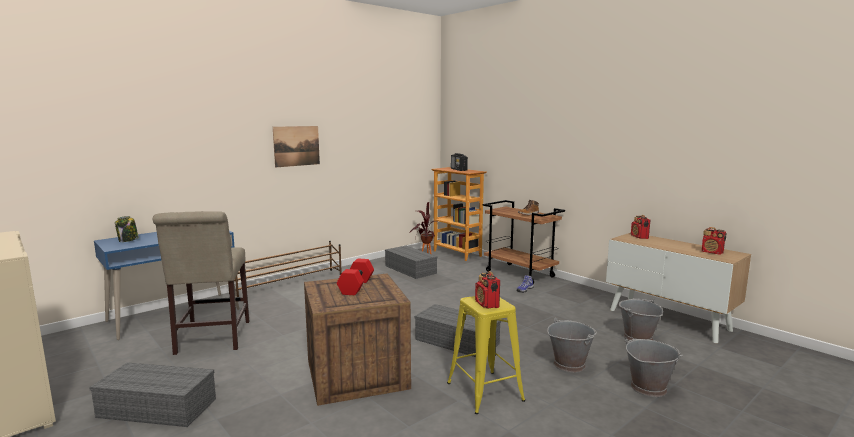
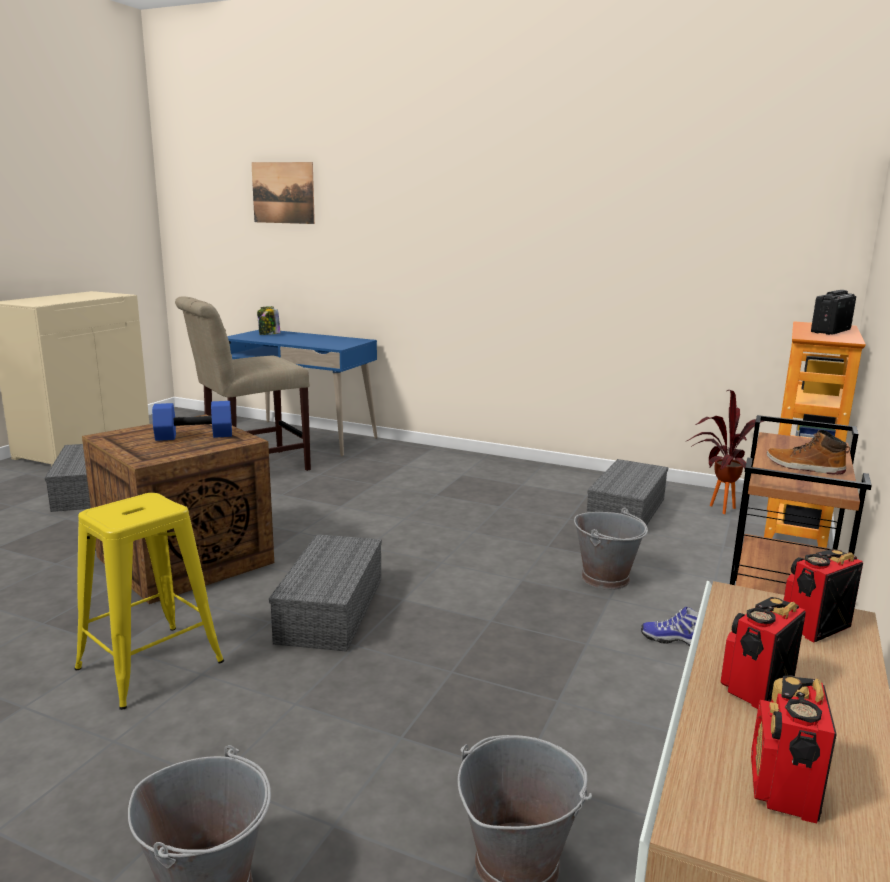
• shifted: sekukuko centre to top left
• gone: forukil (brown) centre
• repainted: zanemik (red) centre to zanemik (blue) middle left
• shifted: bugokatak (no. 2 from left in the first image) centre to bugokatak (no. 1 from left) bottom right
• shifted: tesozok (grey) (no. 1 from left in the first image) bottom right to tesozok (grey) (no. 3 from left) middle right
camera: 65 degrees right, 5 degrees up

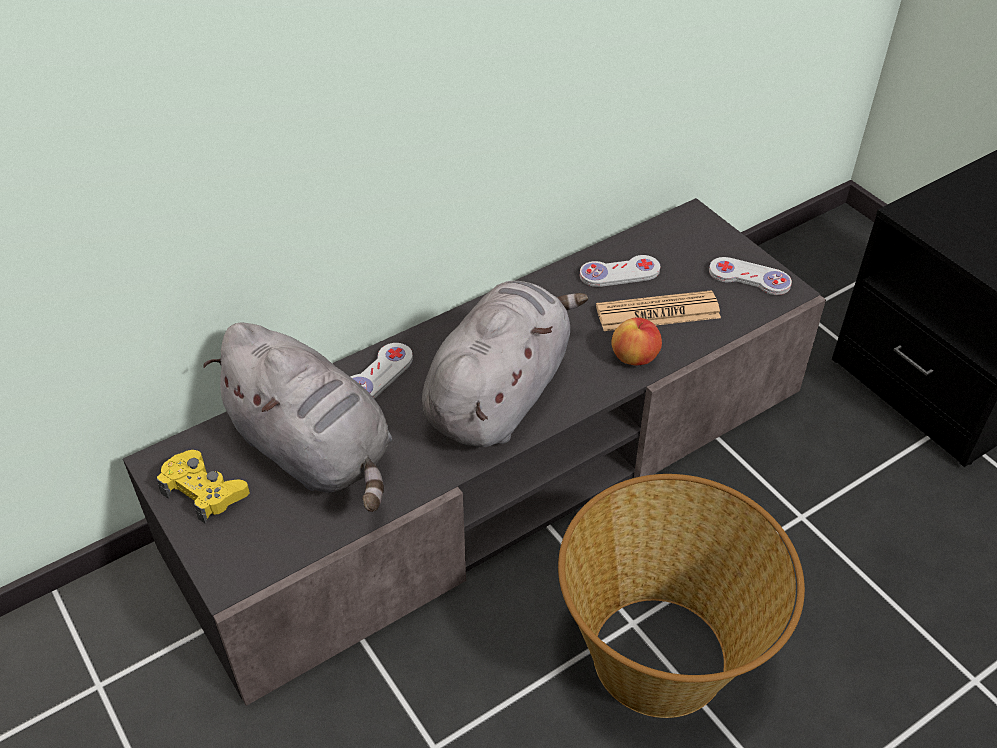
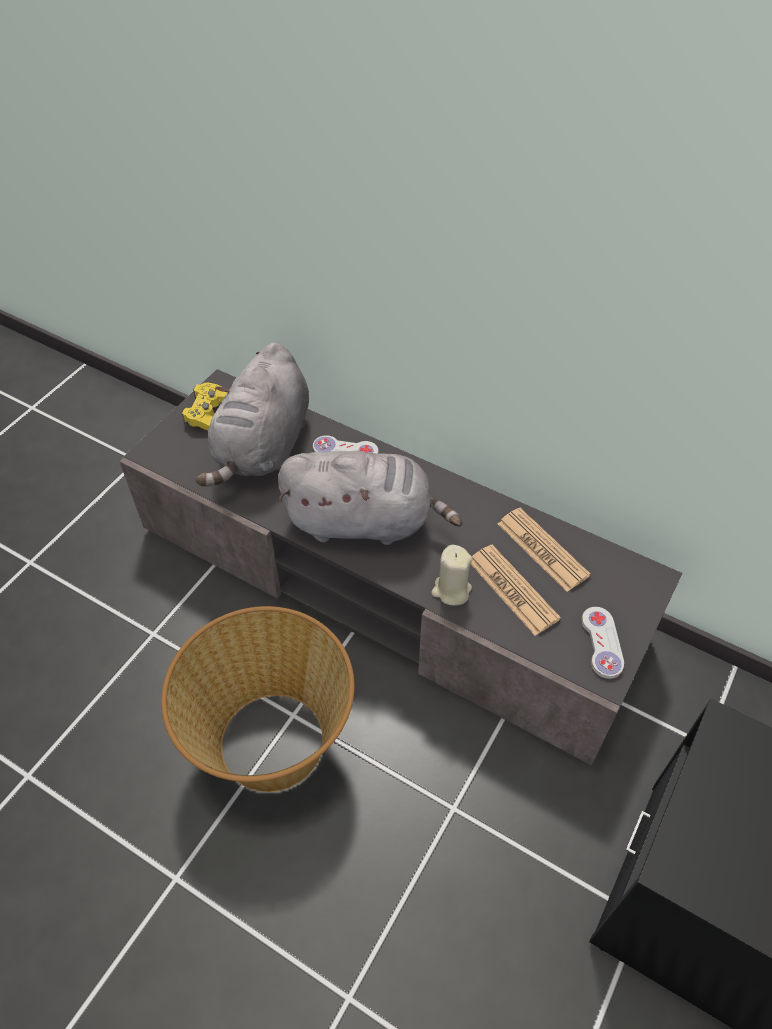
• swapped: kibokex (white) (no. 2 from left) centre to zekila (no. 2 from left) middle right
• swapped: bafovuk centre to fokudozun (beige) centre
camera: 65 degrees right, 5 degrees up

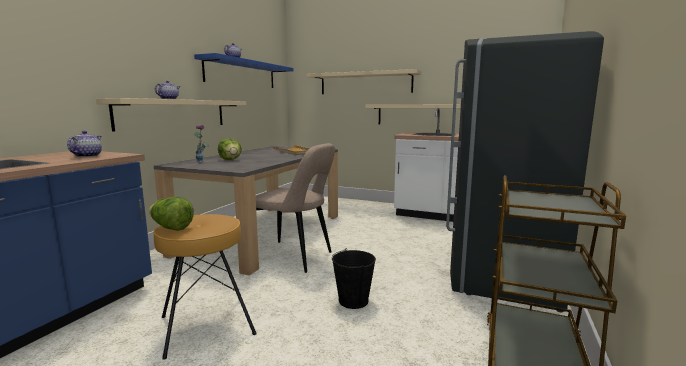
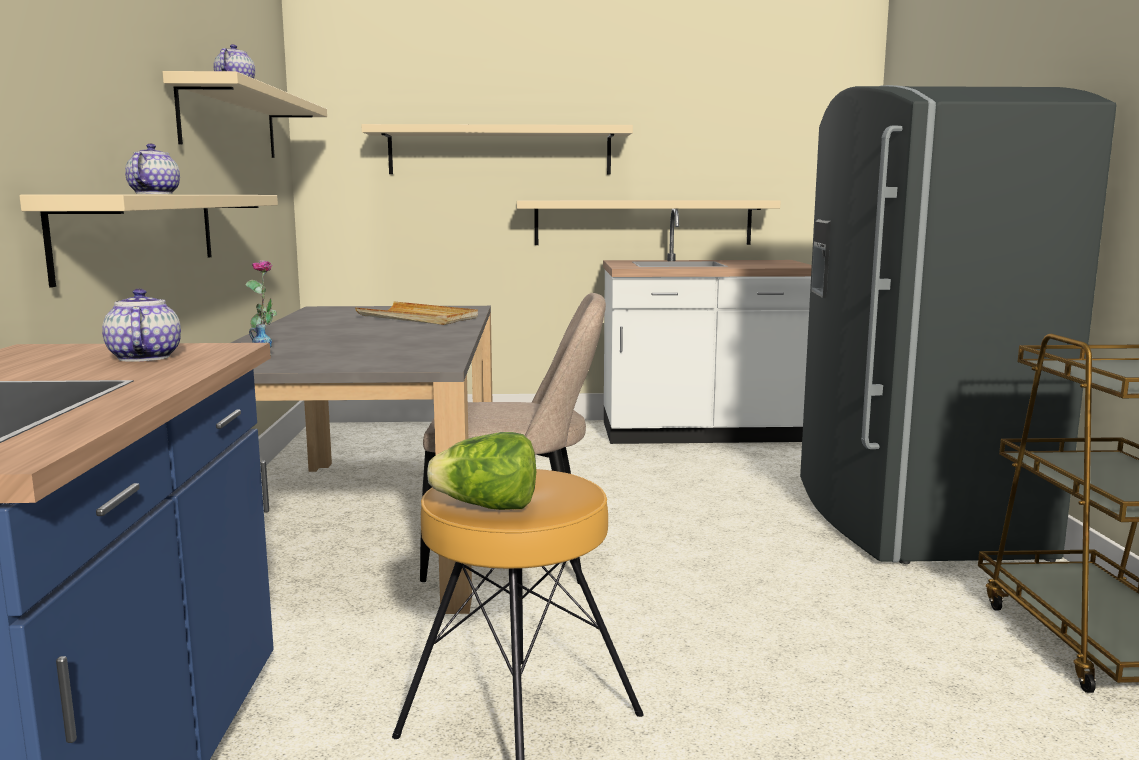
• repainted: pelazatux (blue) top centre to pelazatux (beige) (no. 2 from left) top left
• gone: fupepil (no. 2 from left) centre
• gone: tesozok (black) bottom centre
camera: 25 degrees left, 0 degrees up

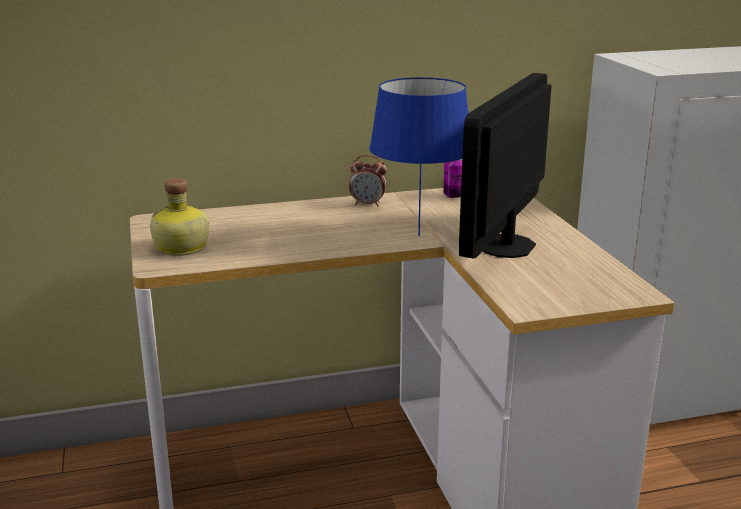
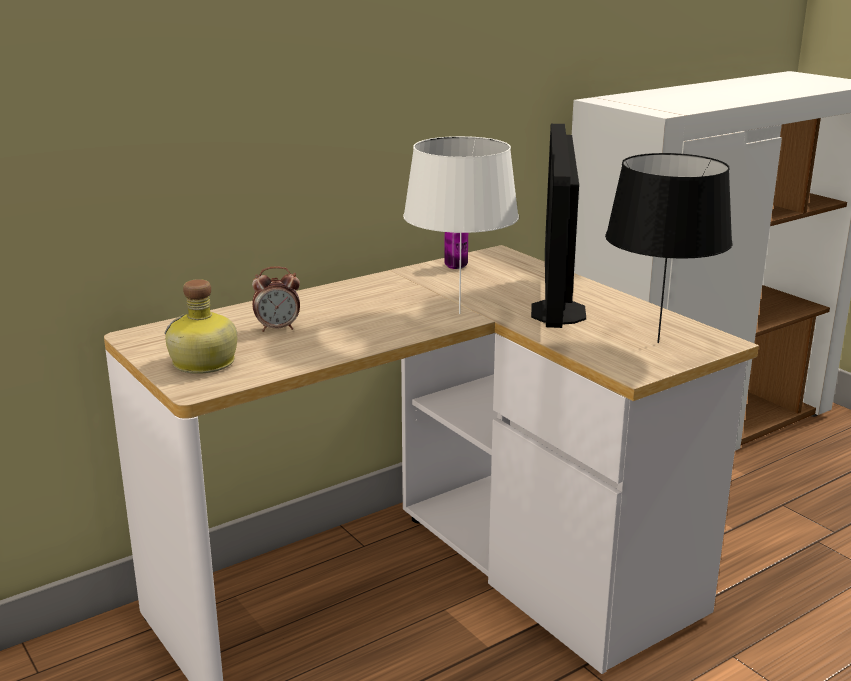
• repainted: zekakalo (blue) top centre to zekakalo (white) top centre
• shifted: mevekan centre to middle left
• new: zekakalo (black) middle right
camera: 20 degrees left, 0 degrees up

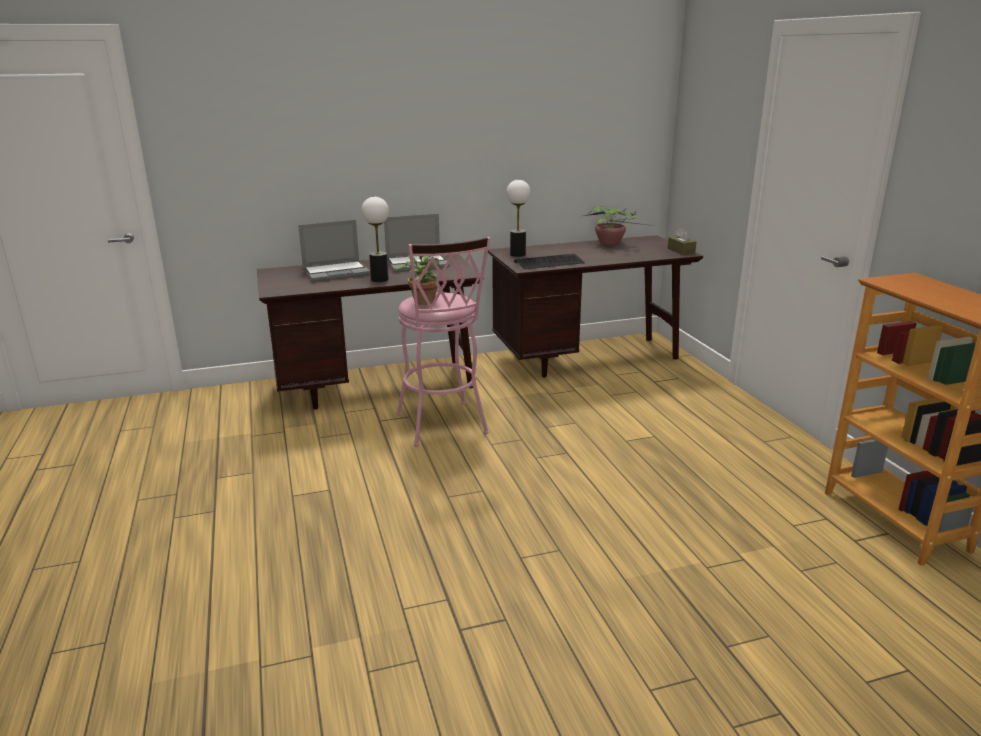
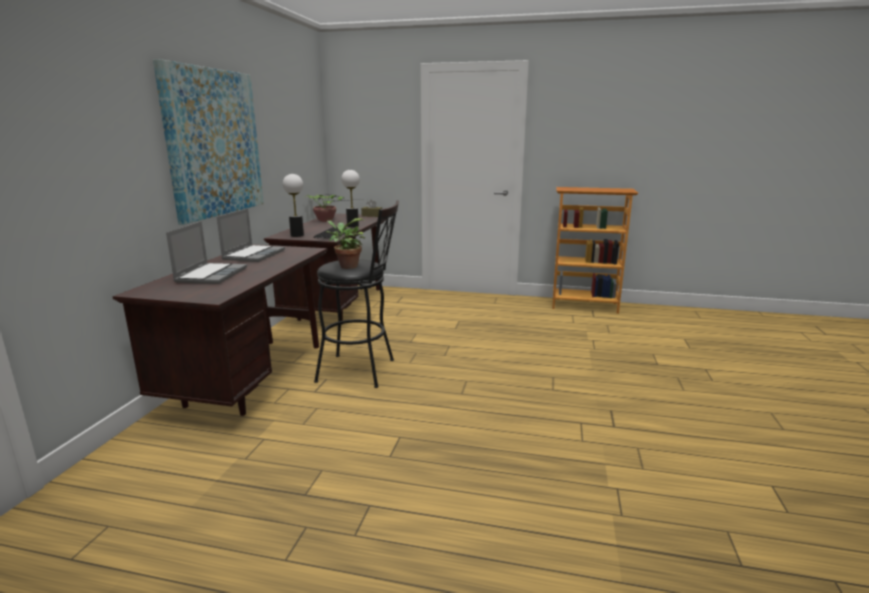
• shifted: zekakalo (no. 1 from left in the first image) top centre to zekakalo (no. 2 from left) centre
• repainted: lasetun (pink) centre to lasetun (black) centre
• new: sekukuko top left
camera: 60 degrees left, 5 degrees down

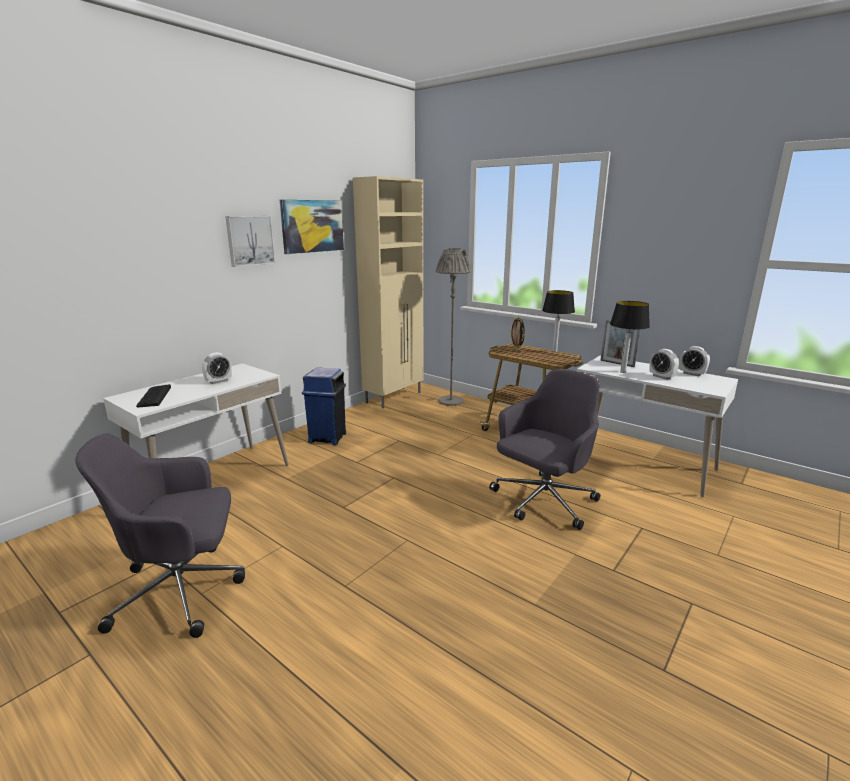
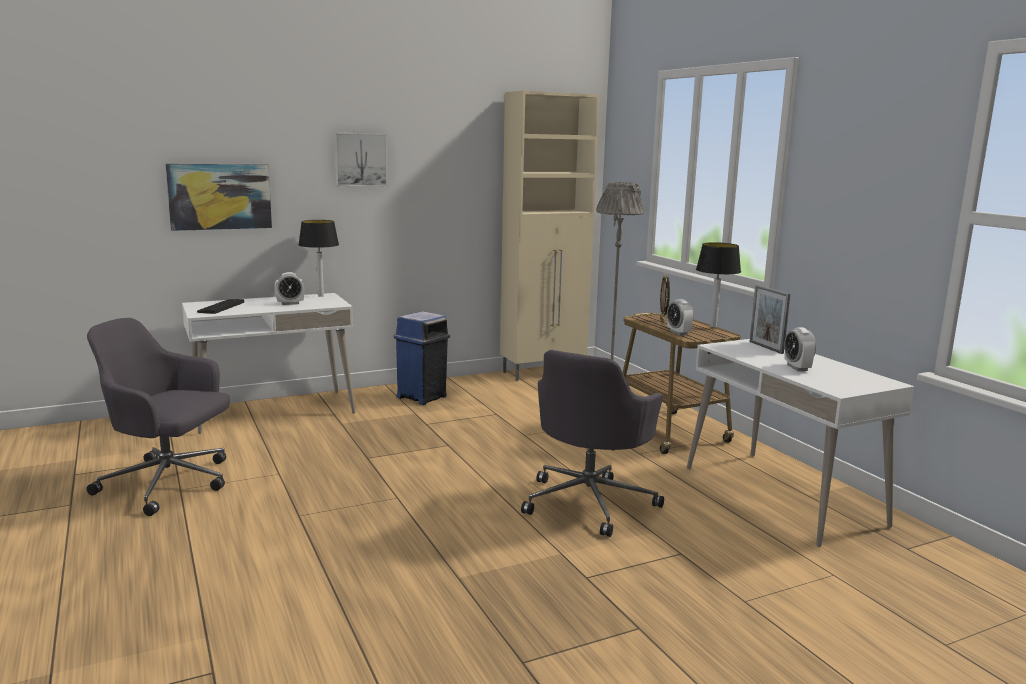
• shifted: sekukuko (no. 2 from left in the first image) top centre to sekukuko (no. 1 from left) top left
• shifted: zekakalo (no. 2 from left in the first image) middle right to zekakalo (no. 1 from left) middle left
• shifted: mevekan (no. 3 from left in the first image) middle right to mevekan (no. 2 from left) centre
• rotated: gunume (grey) (no. 2 from left) centre = centre 135 degrees clockwise
camera: 25 degrees right, 5 degrees down

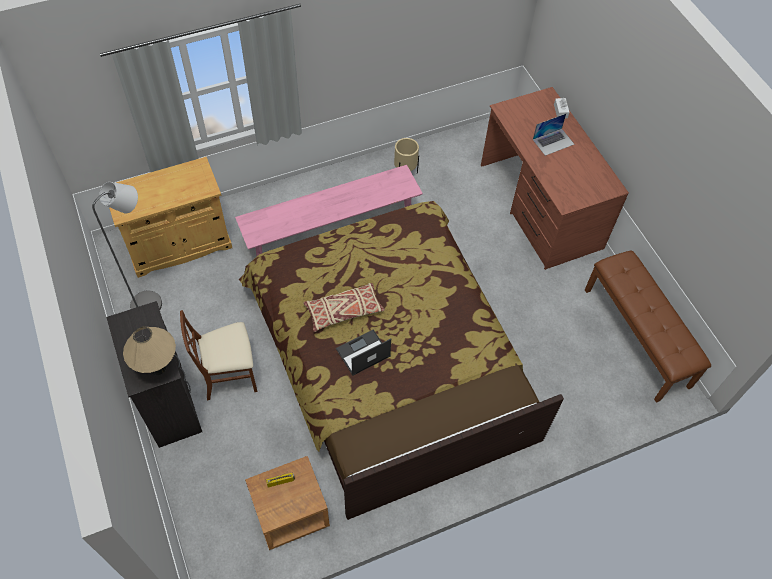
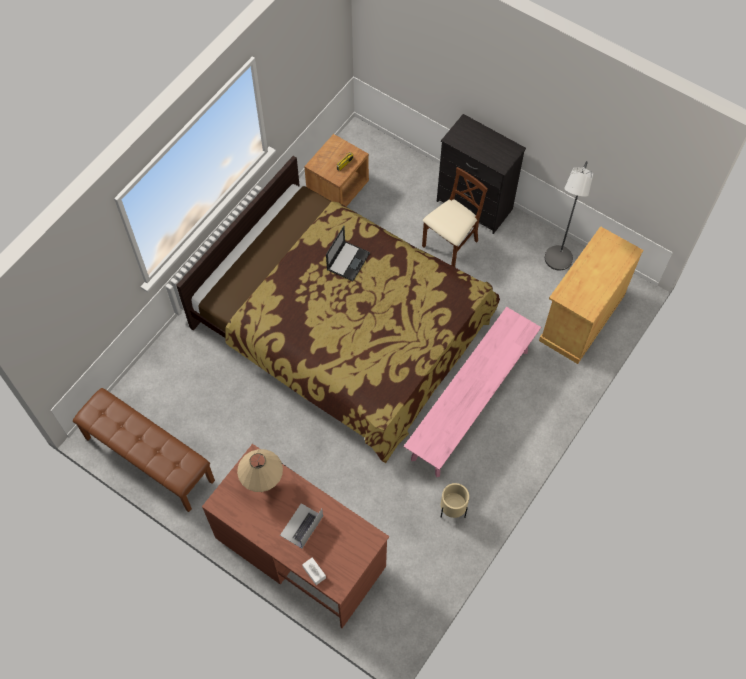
• gone: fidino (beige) centre
• shifted: zekakalo (beige) middle left to bottom centre
camera: 150 degrees right, 5 degrees up

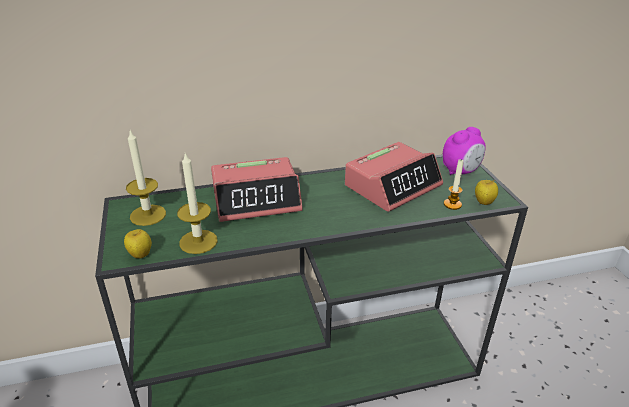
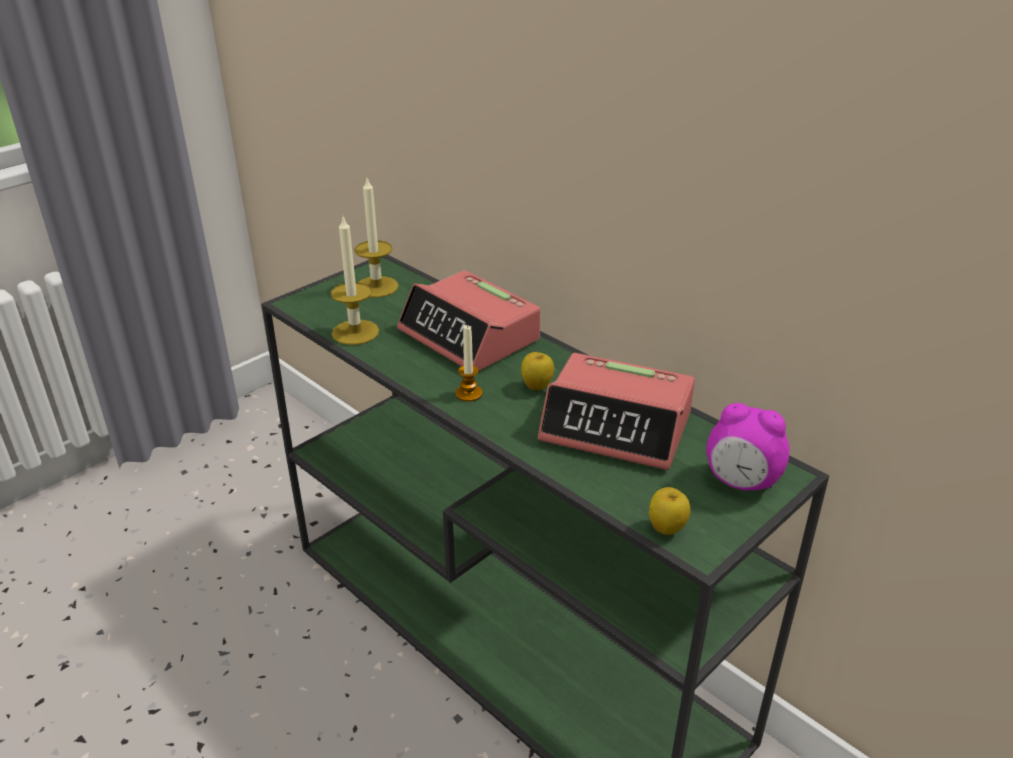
• shifted: fokudozun (no. 3 from left) middle right to centre
• shifted: bafovuk (no. 1 from left) middle left to centre
camera: 60 degrees right, 0 degrees up

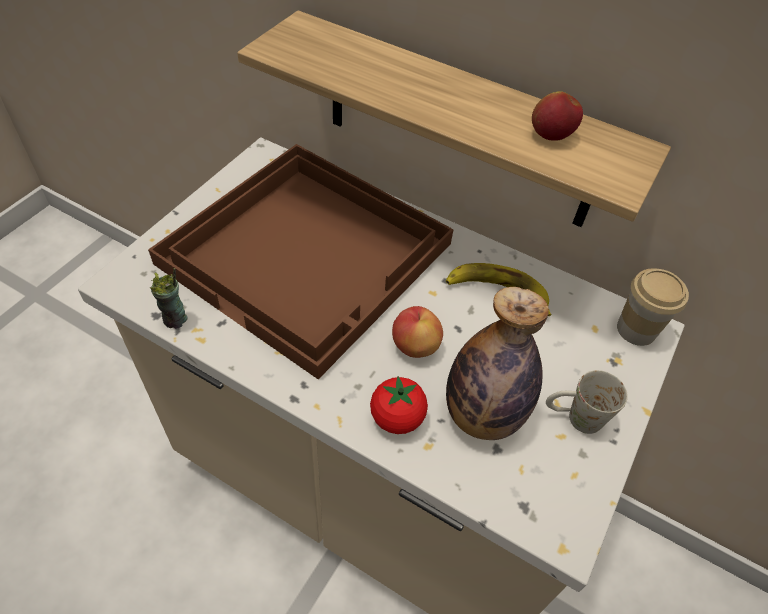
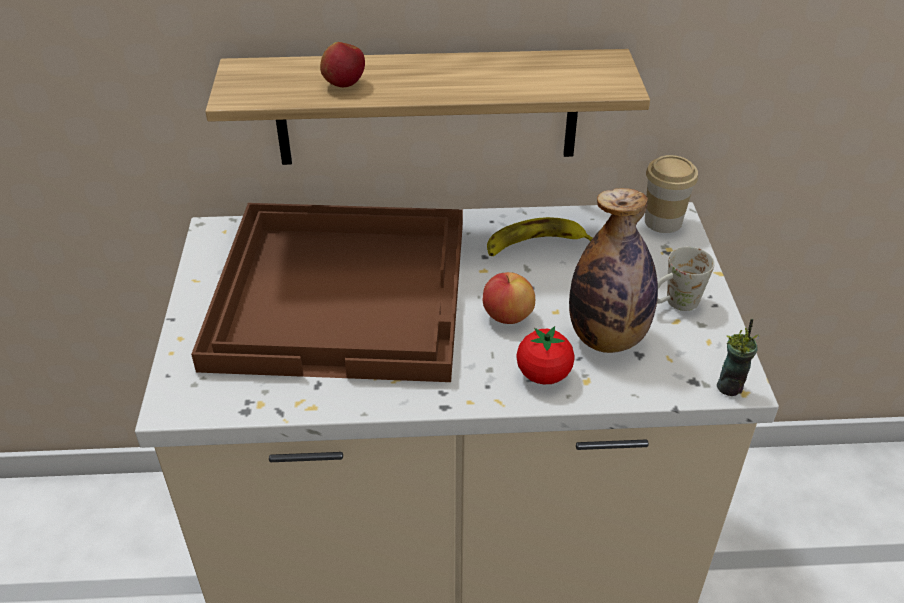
• shifted: bafovuk (no. 2 from left in the first image) top right to bafovuk (no. 1 from left) top centre
• shifted: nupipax (no. 1 from left in the first image) middle left to nupipax (no. 2 from left) middle right
camera: 30 degrees left, 10 degrees down

